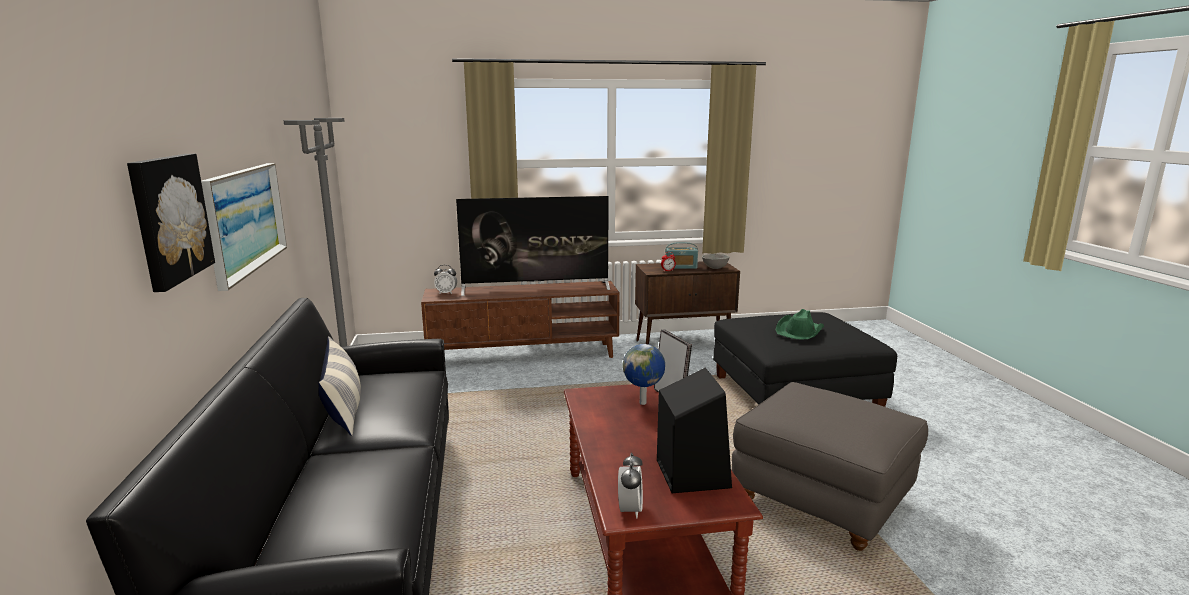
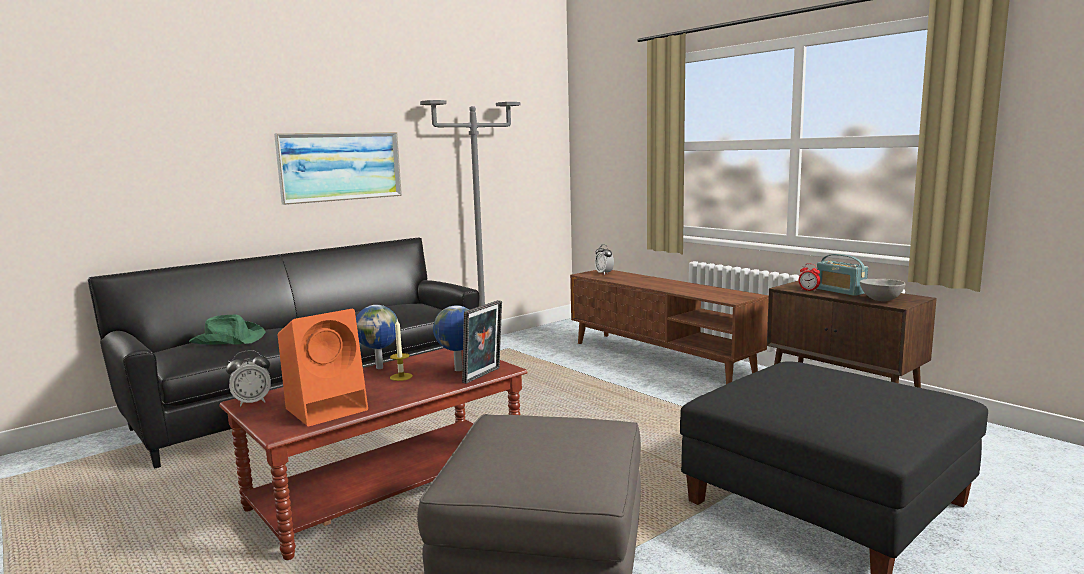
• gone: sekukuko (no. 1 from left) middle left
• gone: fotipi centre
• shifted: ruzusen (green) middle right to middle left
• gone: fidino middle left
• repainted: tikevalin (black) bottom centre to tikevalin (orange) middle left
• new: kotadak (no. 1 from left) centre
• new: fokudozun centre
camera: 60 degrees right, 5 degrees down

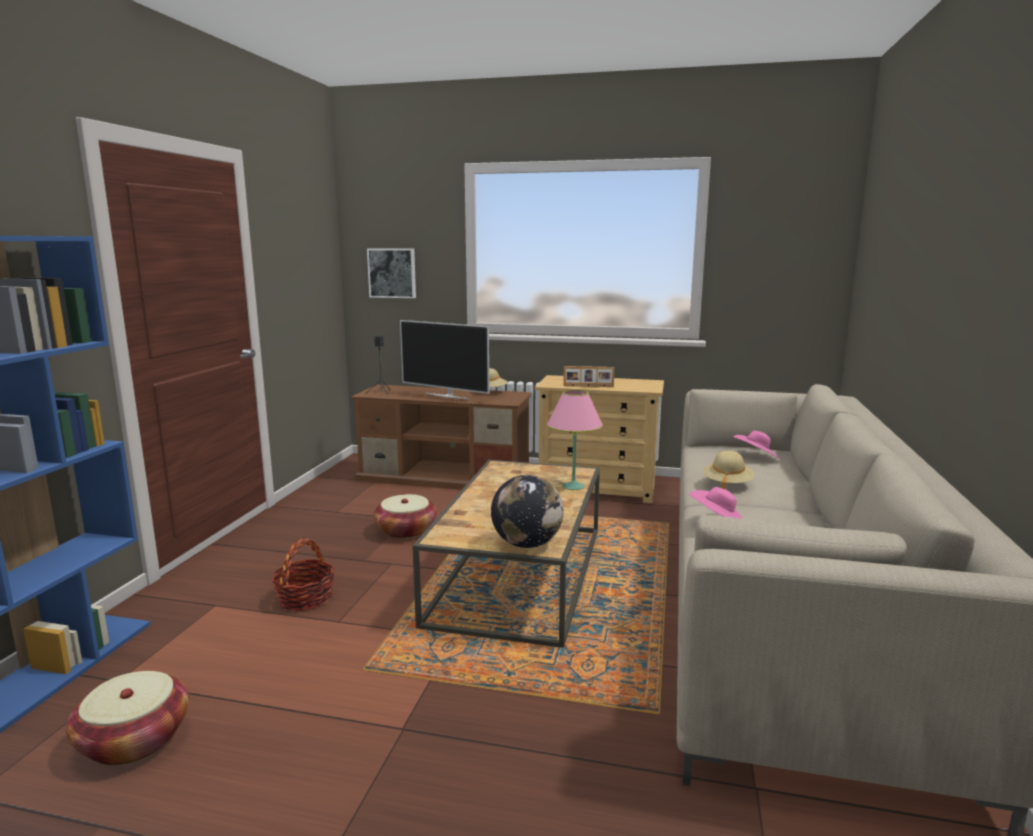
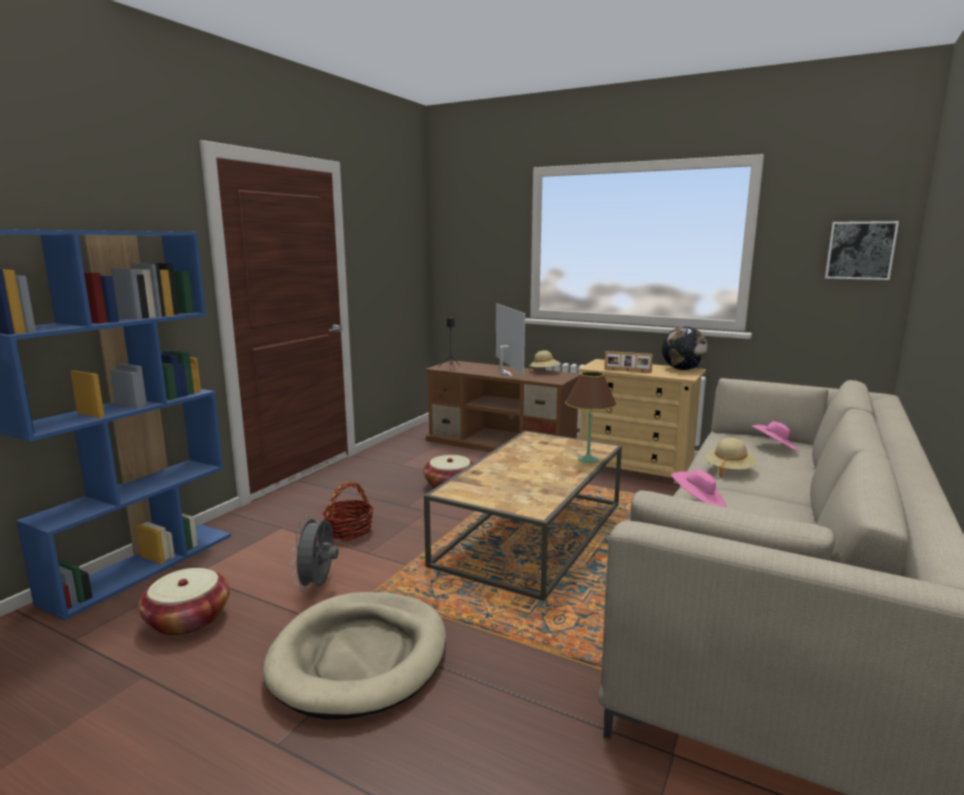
• shifted: sekukuko top centre to top right
• rotated: fotipi centre = centre 150 degrees counterclockwise
• repainted: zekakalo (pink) centre to zekakalo (brown) centre
• shifted: kotadak centre to middle right
• new: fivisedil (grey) bottom left
• new: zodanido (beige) bottom centre
camera: 15 degrees right, 0 degrees up

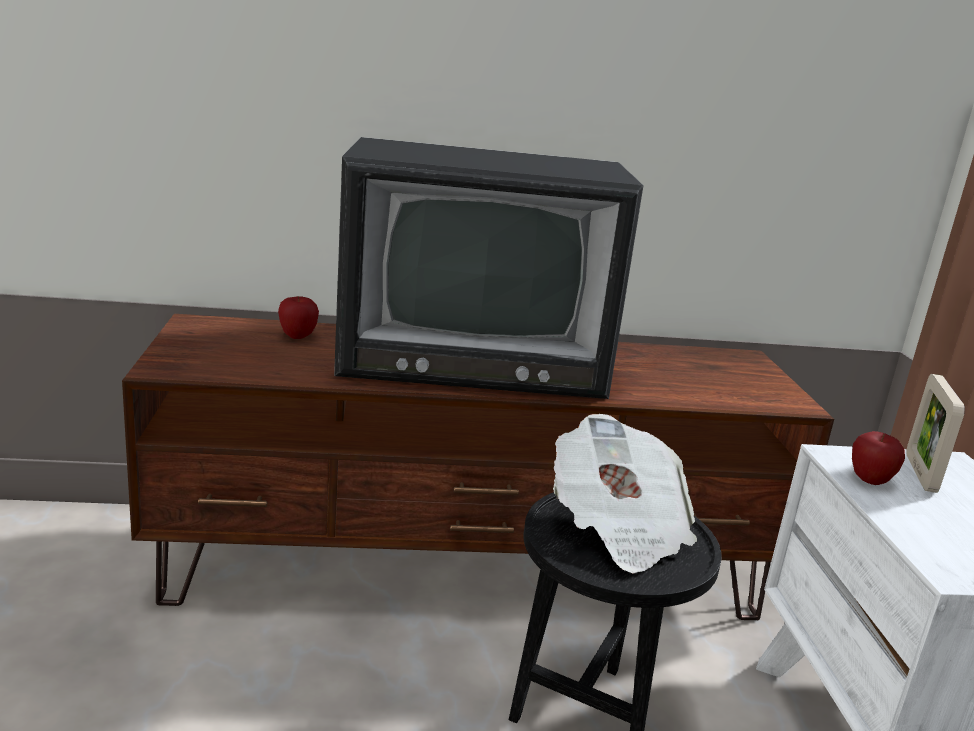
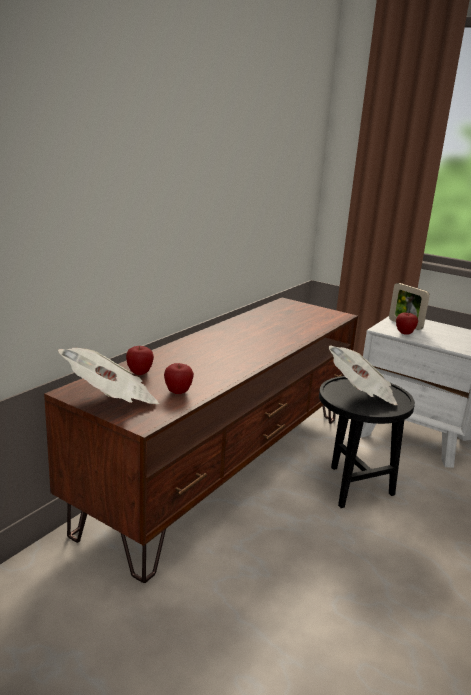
• gone: fotipi centre
• new: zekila (no. 1 from left) middle left
• new: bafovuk (no. 2 from left) centre
camera: 50 degrees left, 0 degrees up

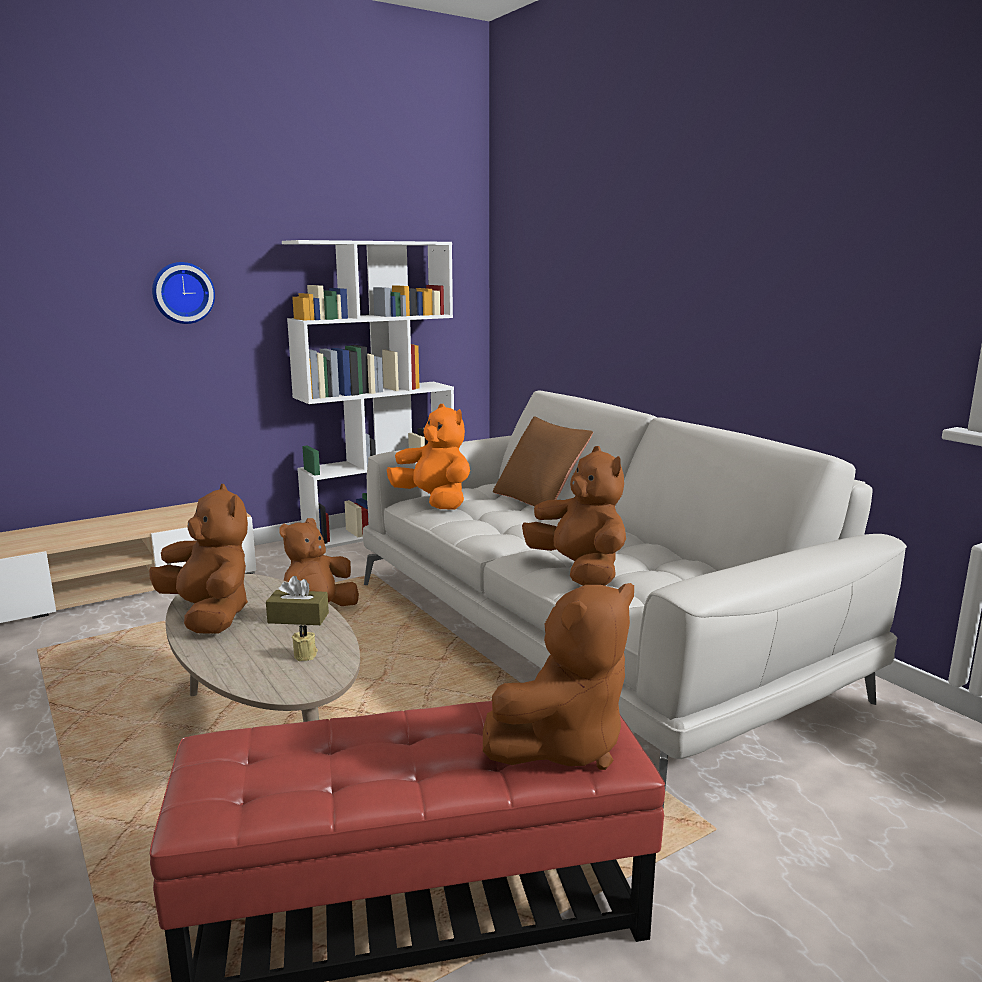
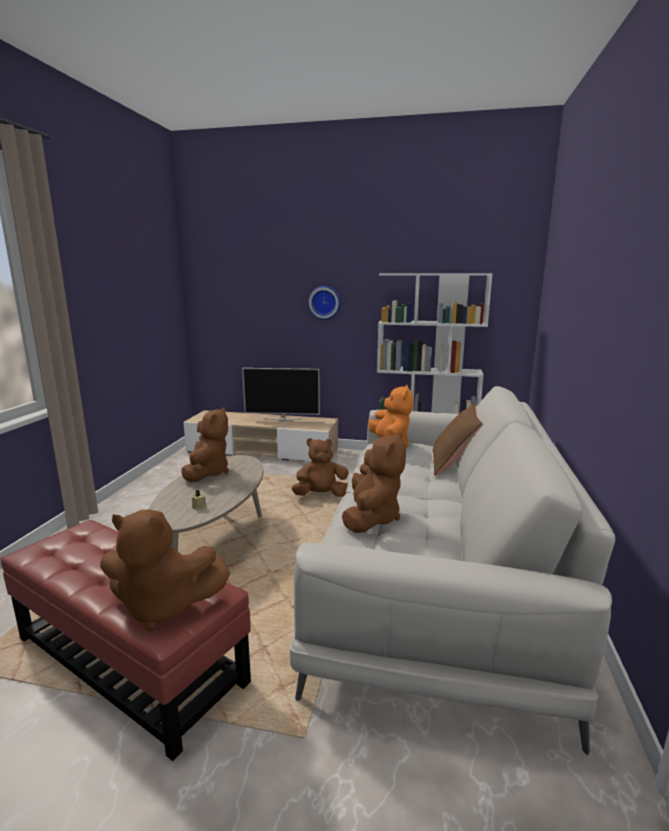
• gone: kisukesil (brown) middle left
• new: fotipi centre
camera: 45 degrees right, 0 degrees up

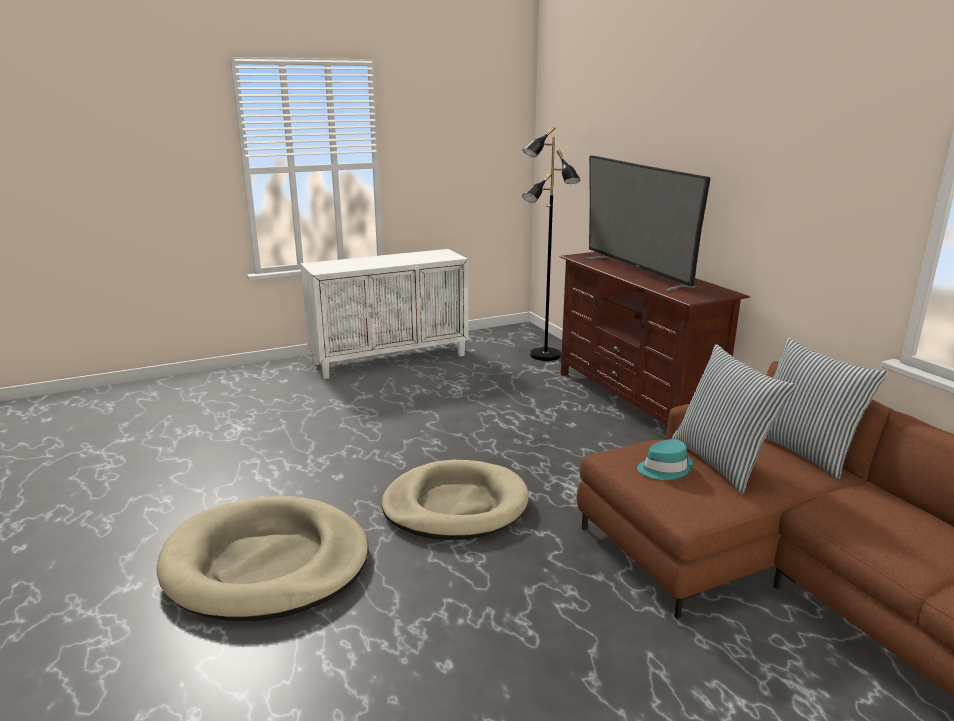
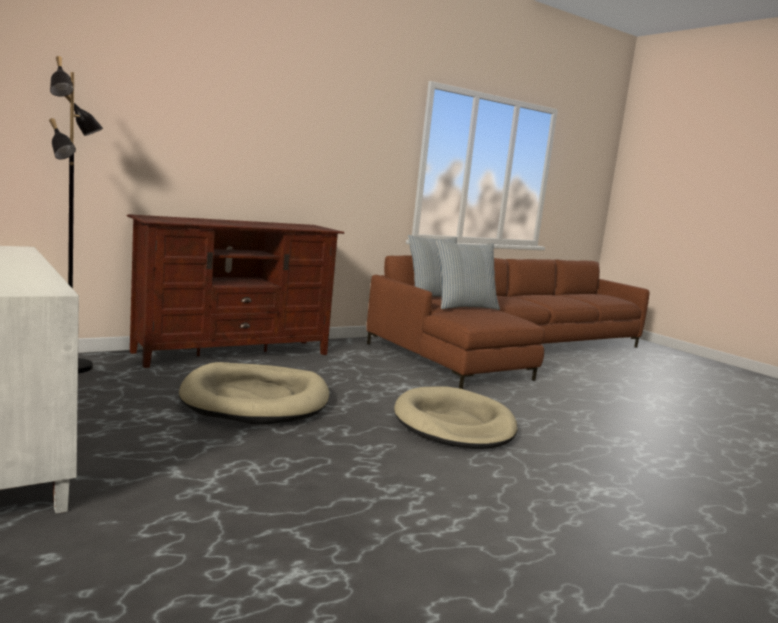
• gone: fotipi top right
• gone: ruzusen (turquoise) middle right
• shifted: zodanido (beige) (no. 1 from left) bottom left to middle left
camera: 100 degrees left, 10 degrees down

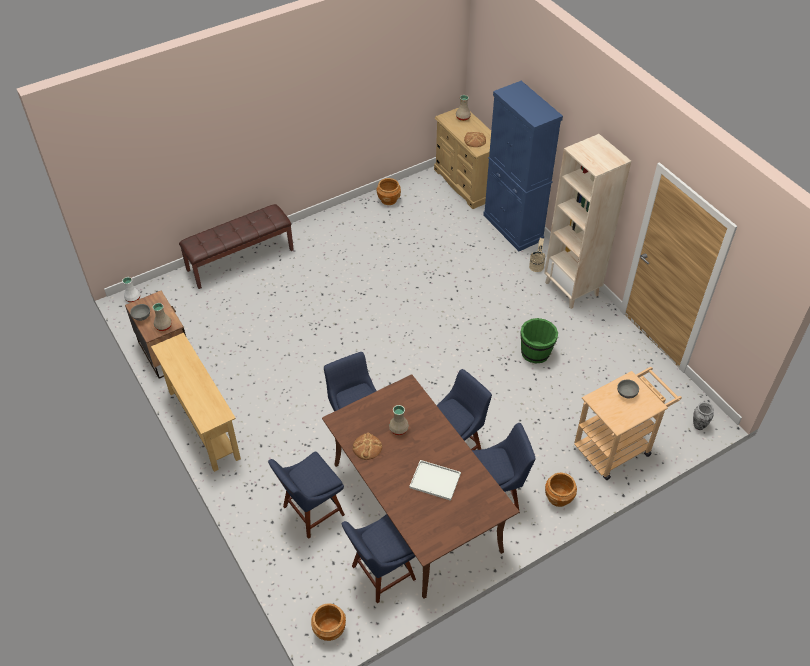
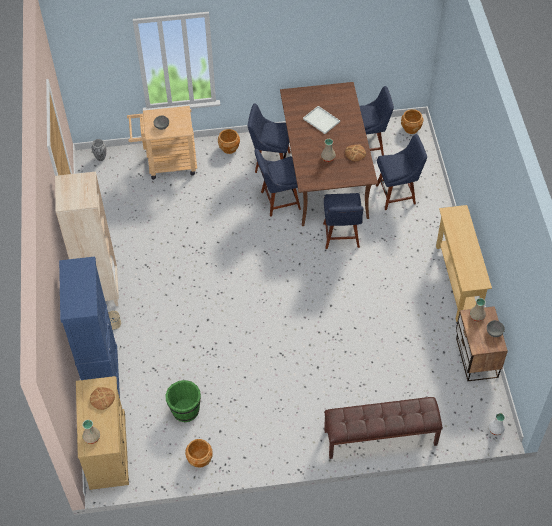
• shifted: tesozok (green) centre to bottom left
camera: 155 degrees left, 5 degrees up

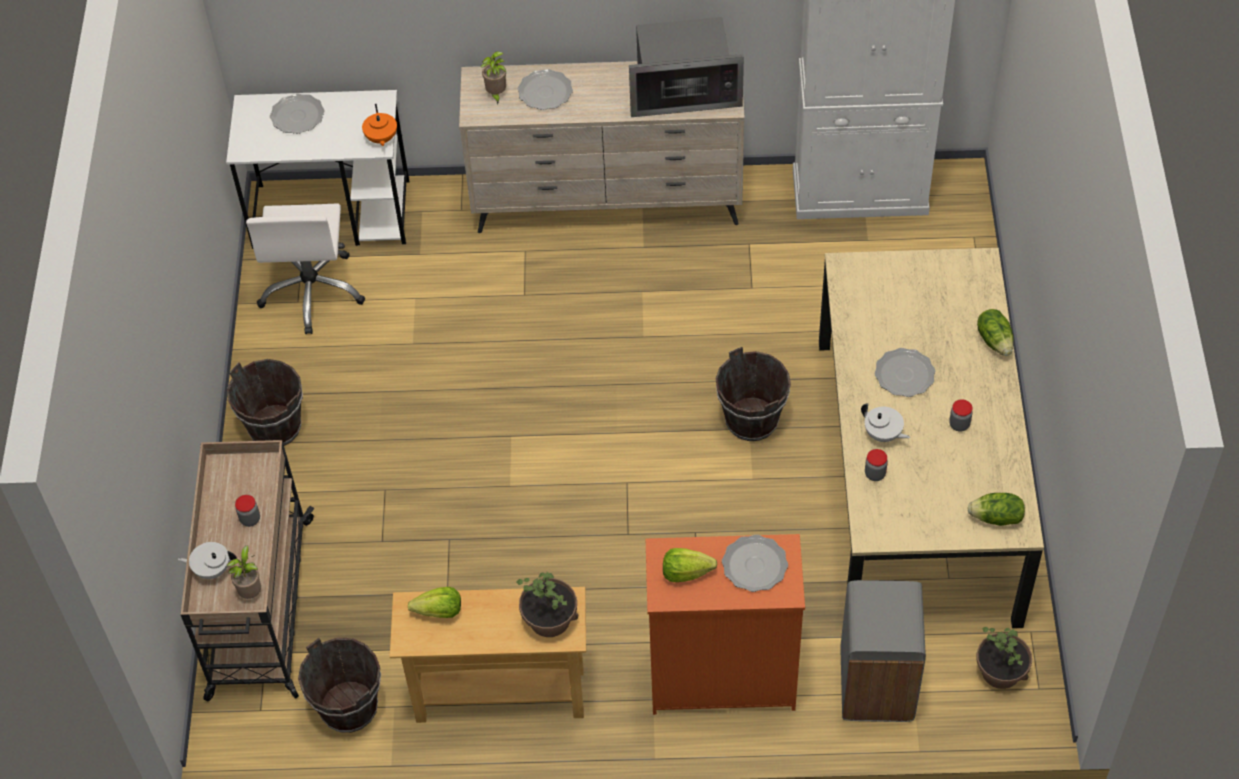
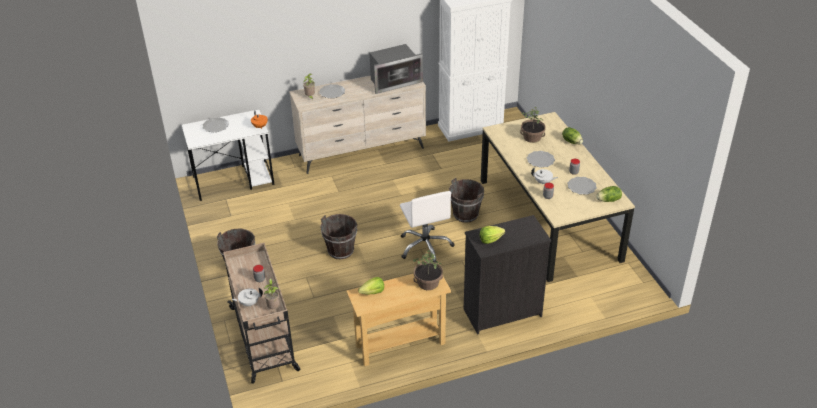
• shifted: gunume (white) middle left to centre
• repainted: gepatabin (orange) bottom centre to gepatabin (black) bottom centre
• shifted: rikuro (no. 3 from left in the first image) bottom centre to rikuro (no. 4 from left) middle right
• gone: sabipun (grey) bottom right
• shifted: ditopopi (no. 4 from left) bottom right to top centre
• shifted: tesozok (brown) (no. 2 from left) bottom left to centre
camera: 20 degrees left, 15 degrees down

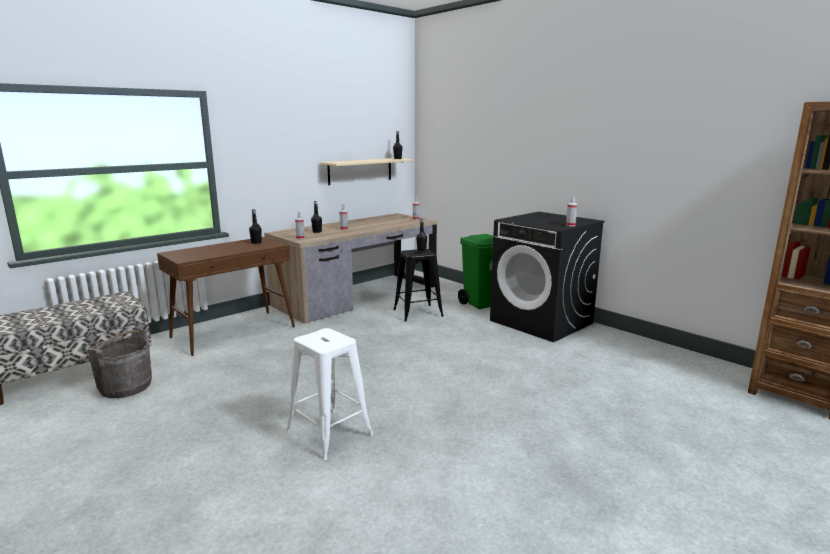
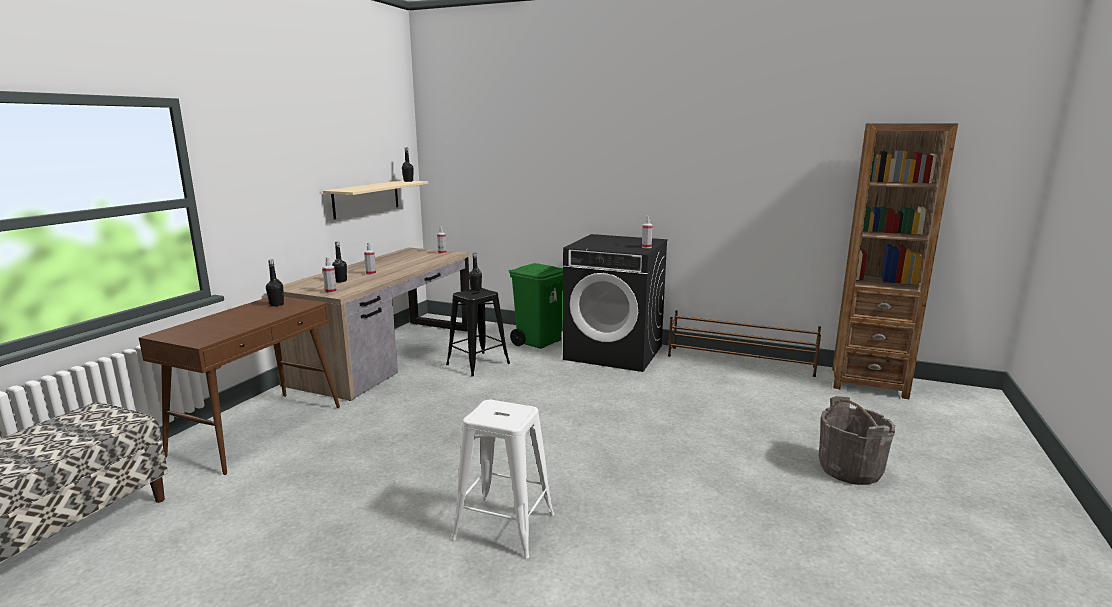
• shifted: tesozok (grey) middle left to bottom right
• new: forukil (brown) middle right
camera: 25 degrees left, 0 degrees up

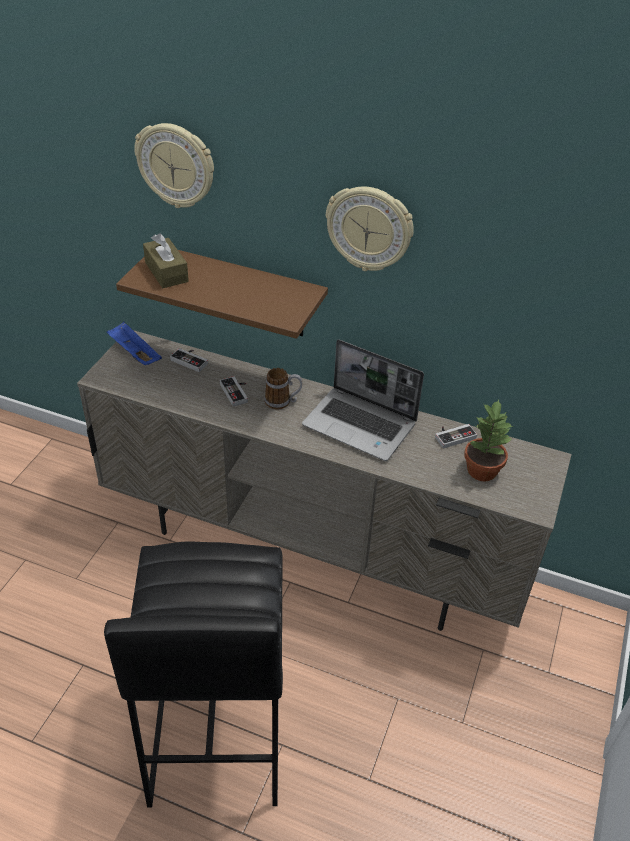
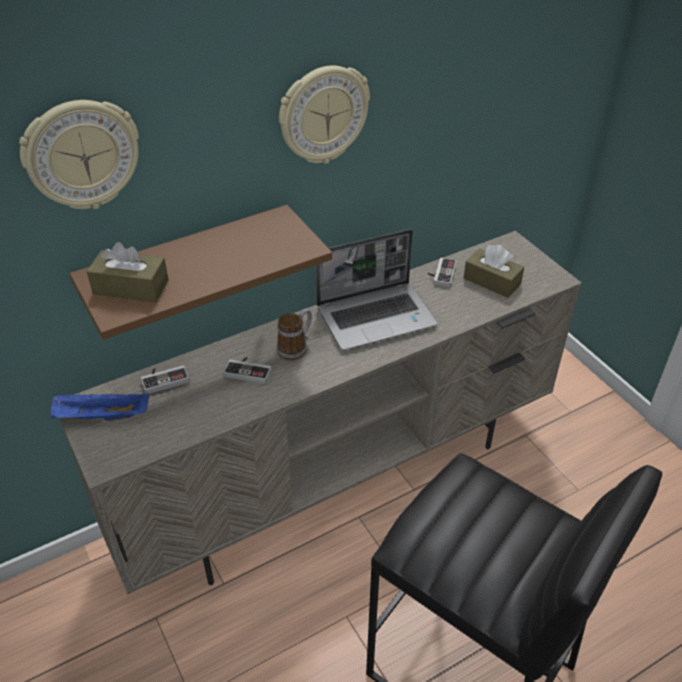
• swapped: ditopopi middle right to kisukesil (brown) (no. 2 from left) middle right
camera: 50 degrees left, 0 degrees up

